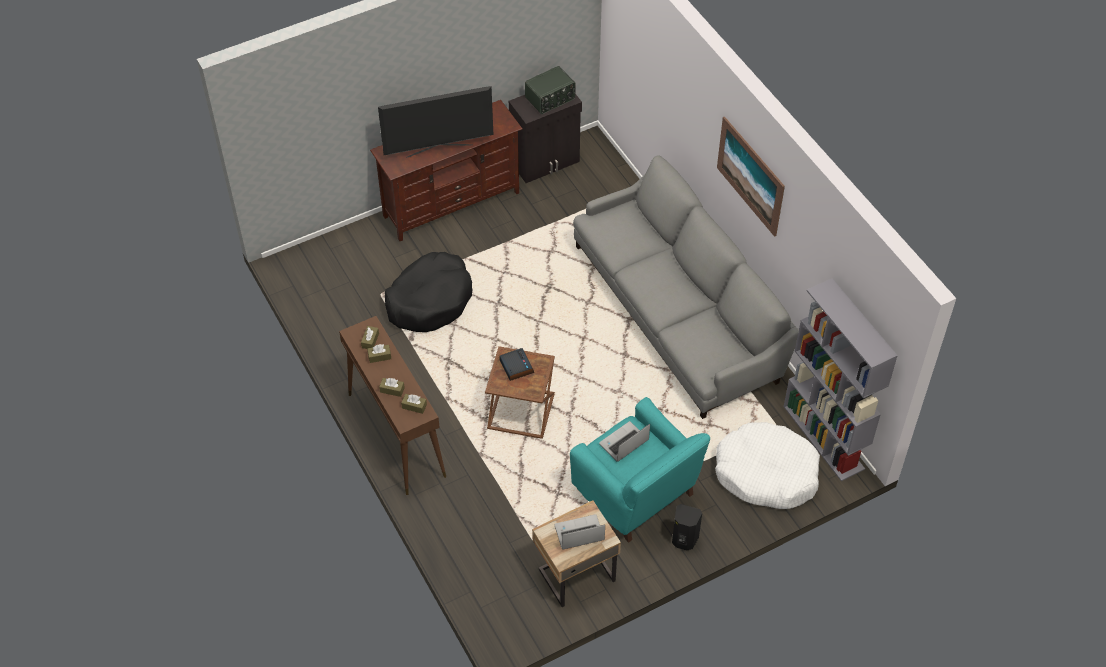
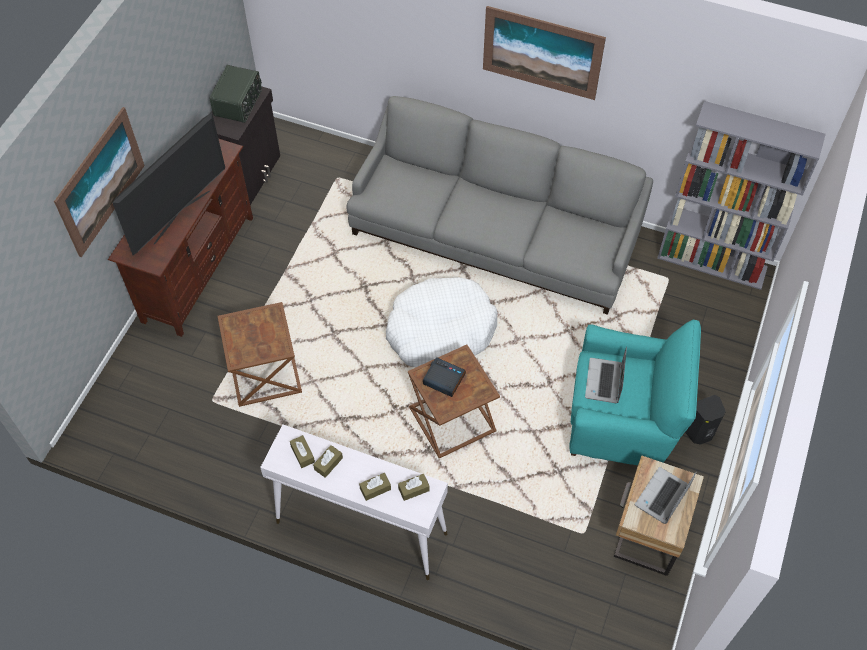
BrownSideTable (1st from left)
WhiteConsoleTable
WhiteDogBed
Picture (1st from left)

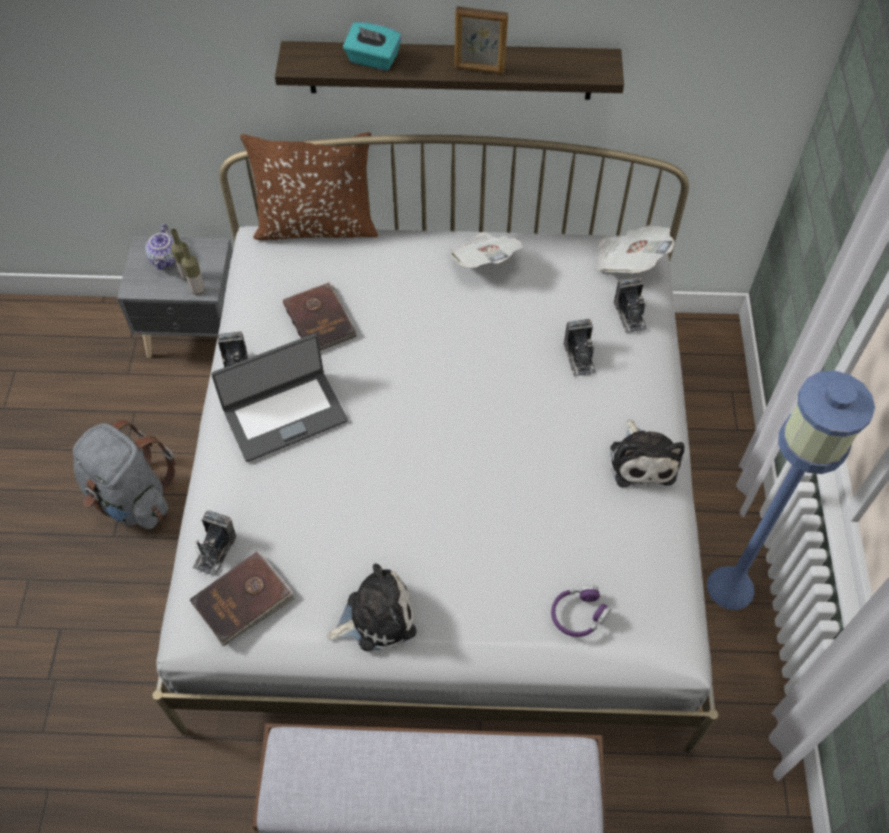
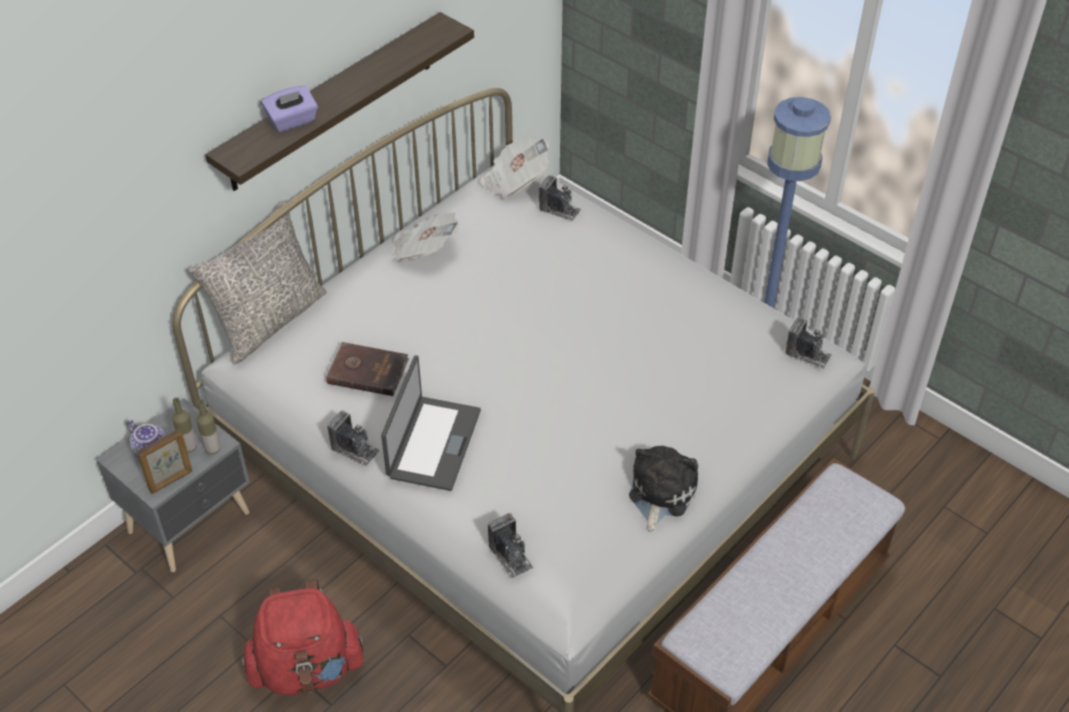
PictureFrame
PurpleTissueBox
GreyPillow
PhotoCamera (4th from left)
RedBackpack
PlushToy (2nd from left in the first image)
BrownBook (1st from left in the first image)
PurpleHeadphones

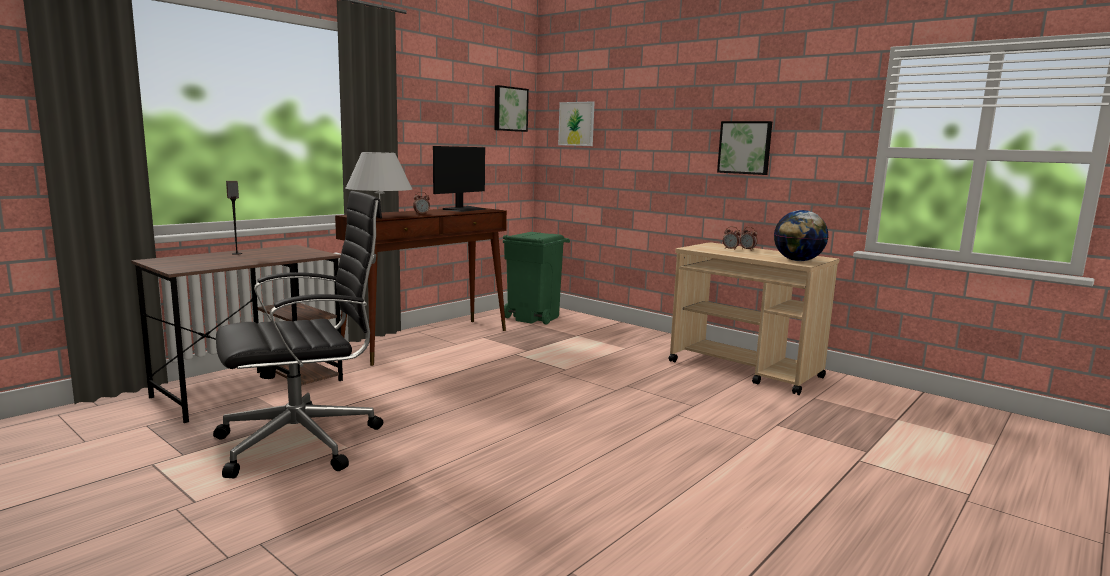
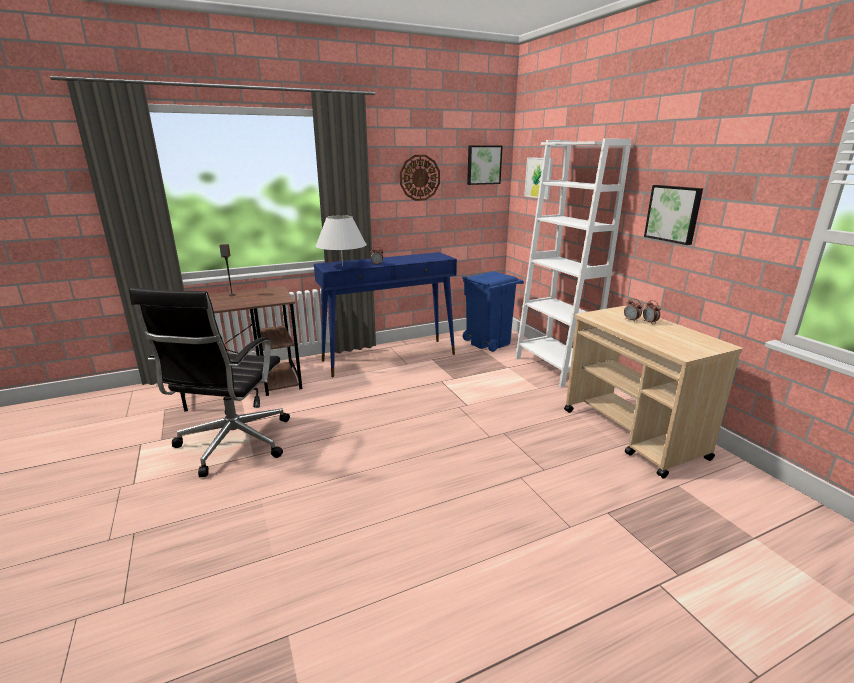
Monitor
BlackOfficeChair
BlueConsoleTable
Globe
BlueTrashCan
WhiteBookcase
WallClock

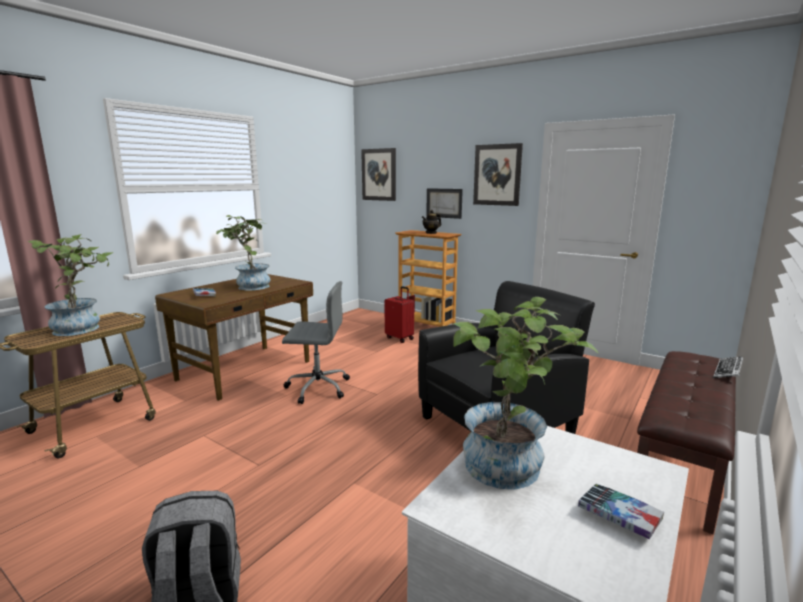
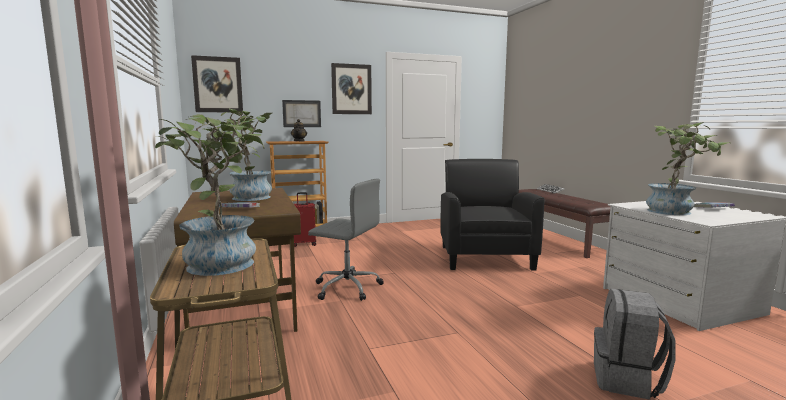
GreyOfficeChair

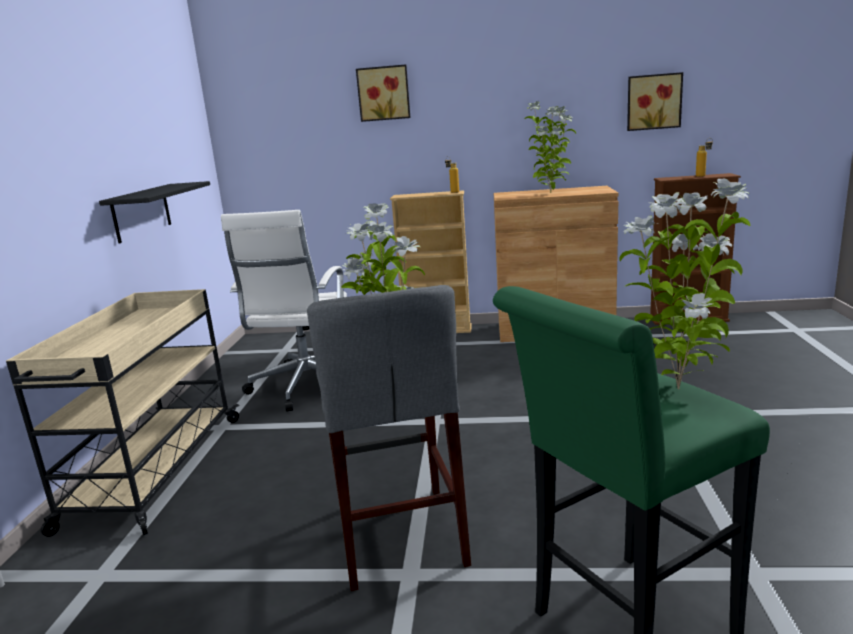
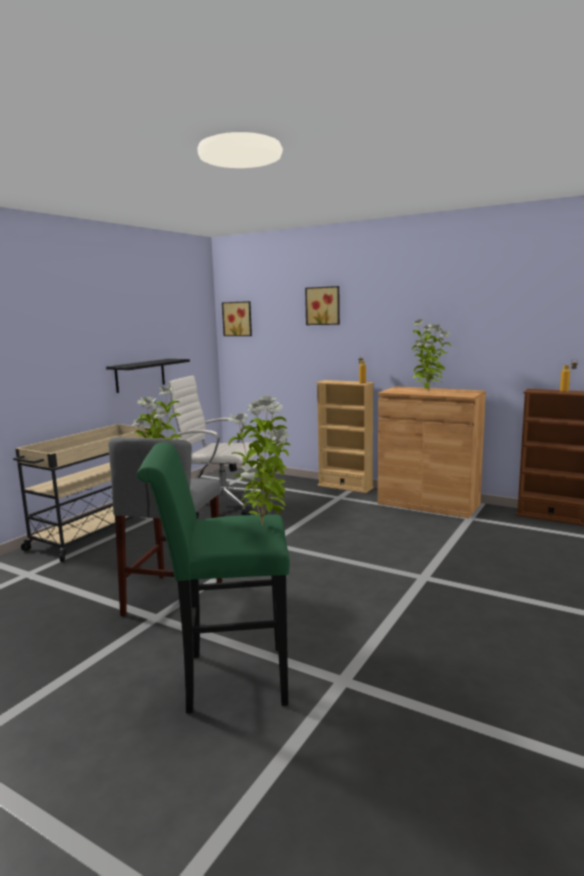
Picture (1st from left)
WhiteOfficeChair

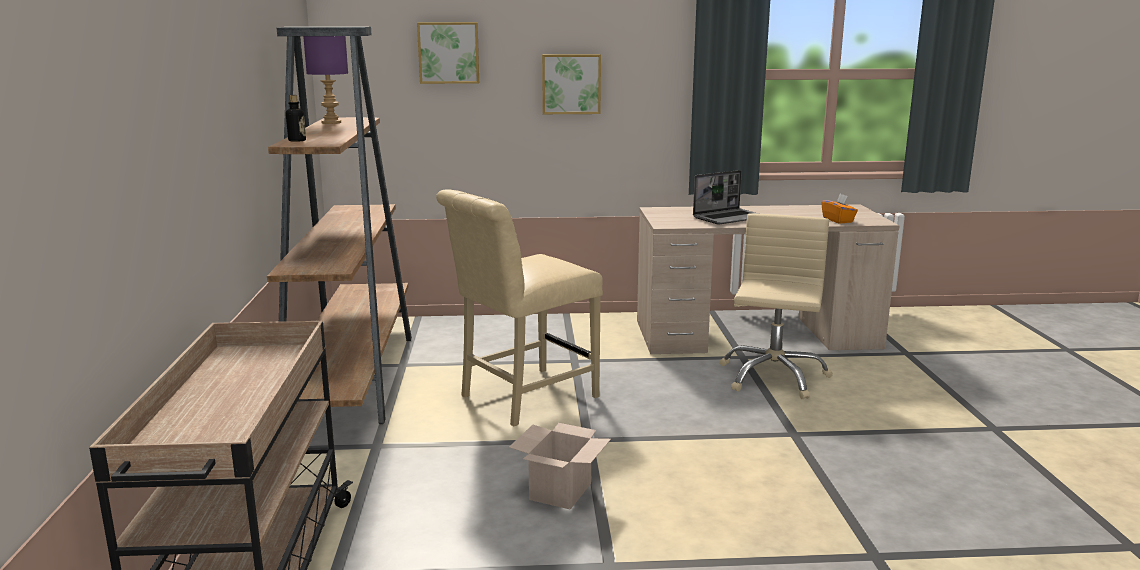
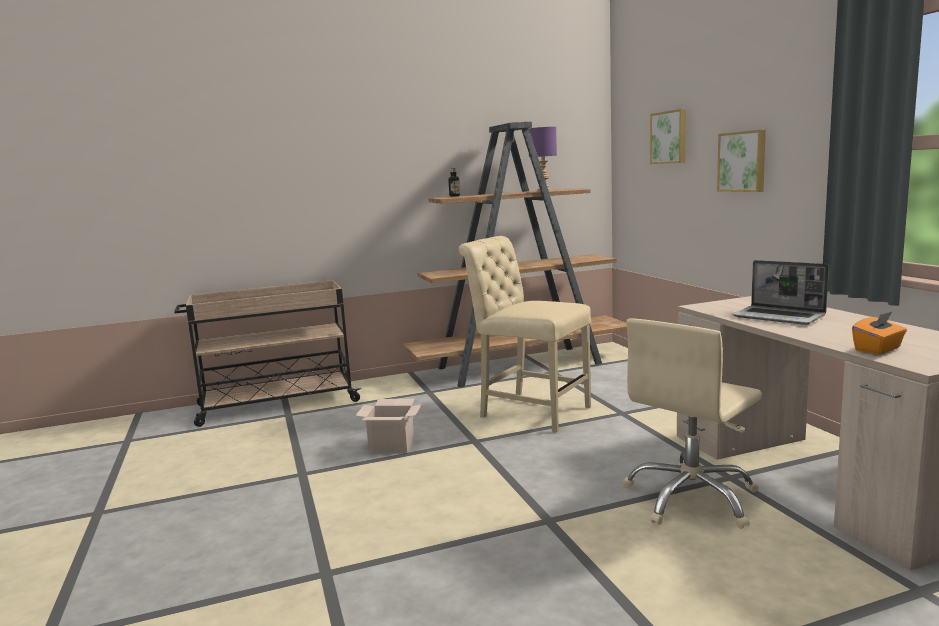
BeigeOfficeChair

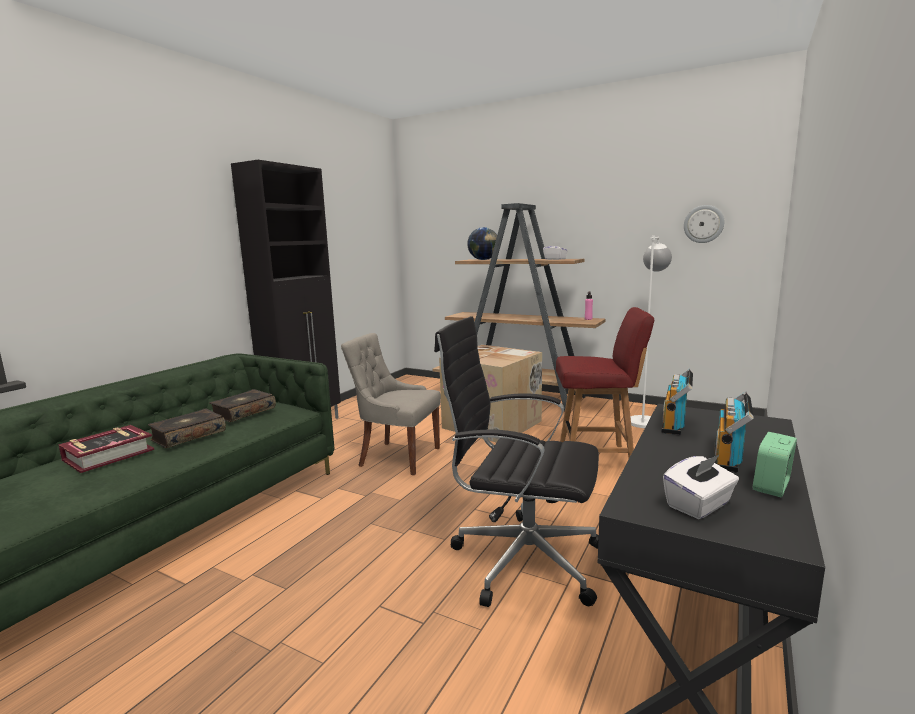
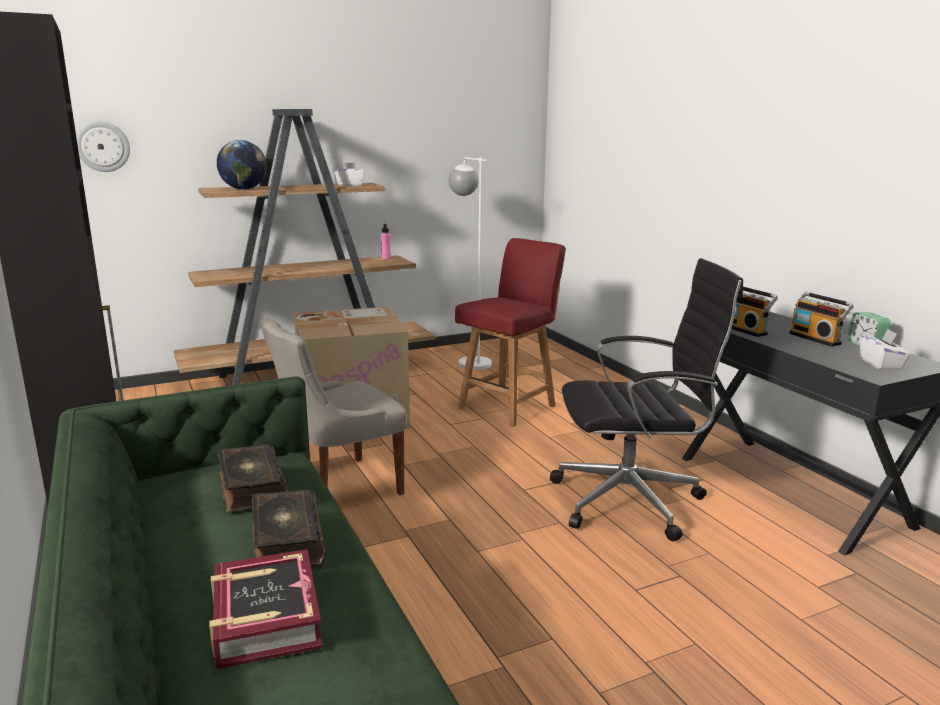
WallClock
BlackOfficeChair

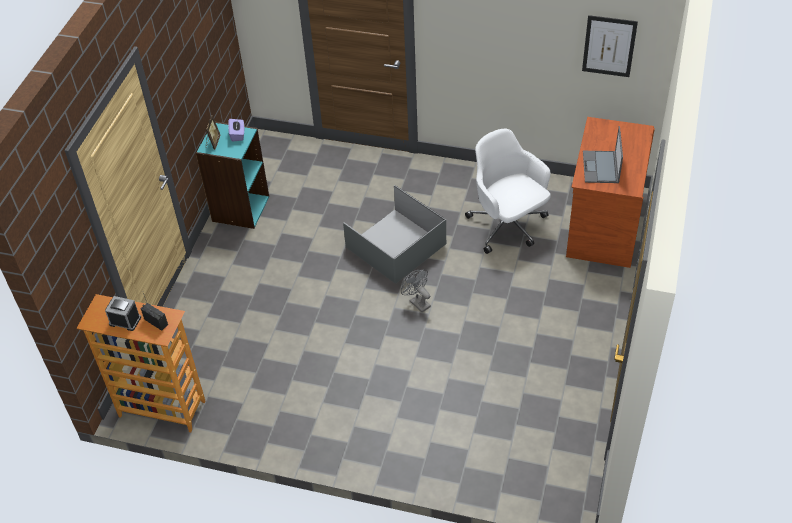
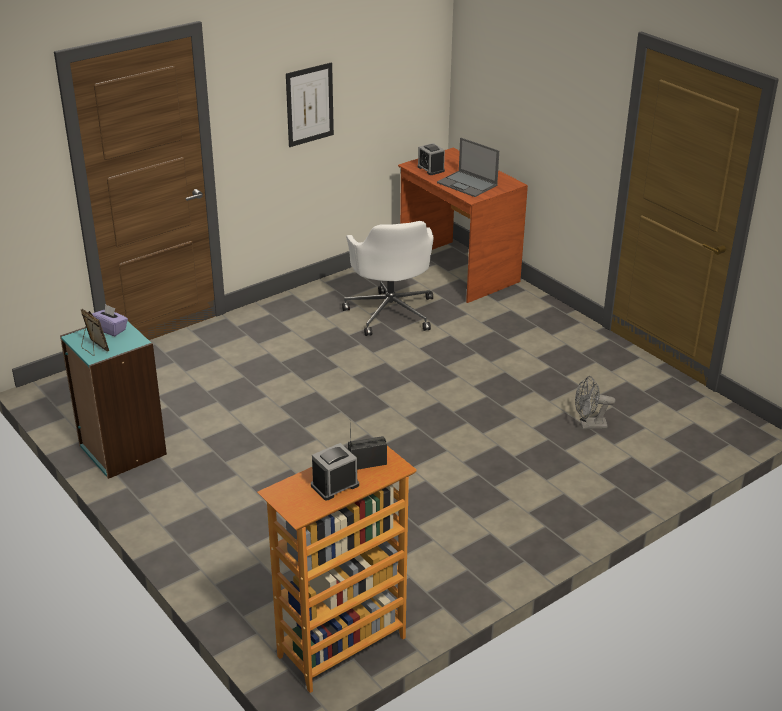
Picture
WhiteOfficeChair
GreyStorageBox
GreyFan
AlarmClock (2nd from left)

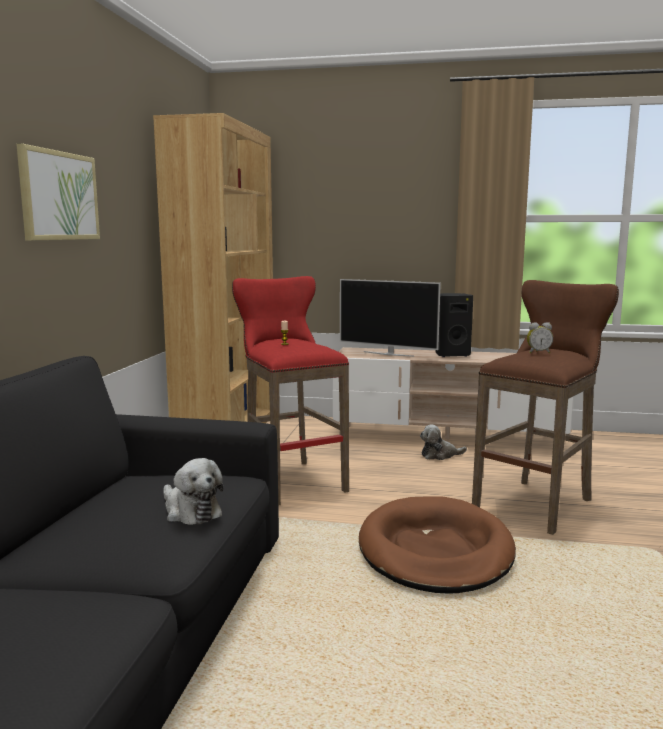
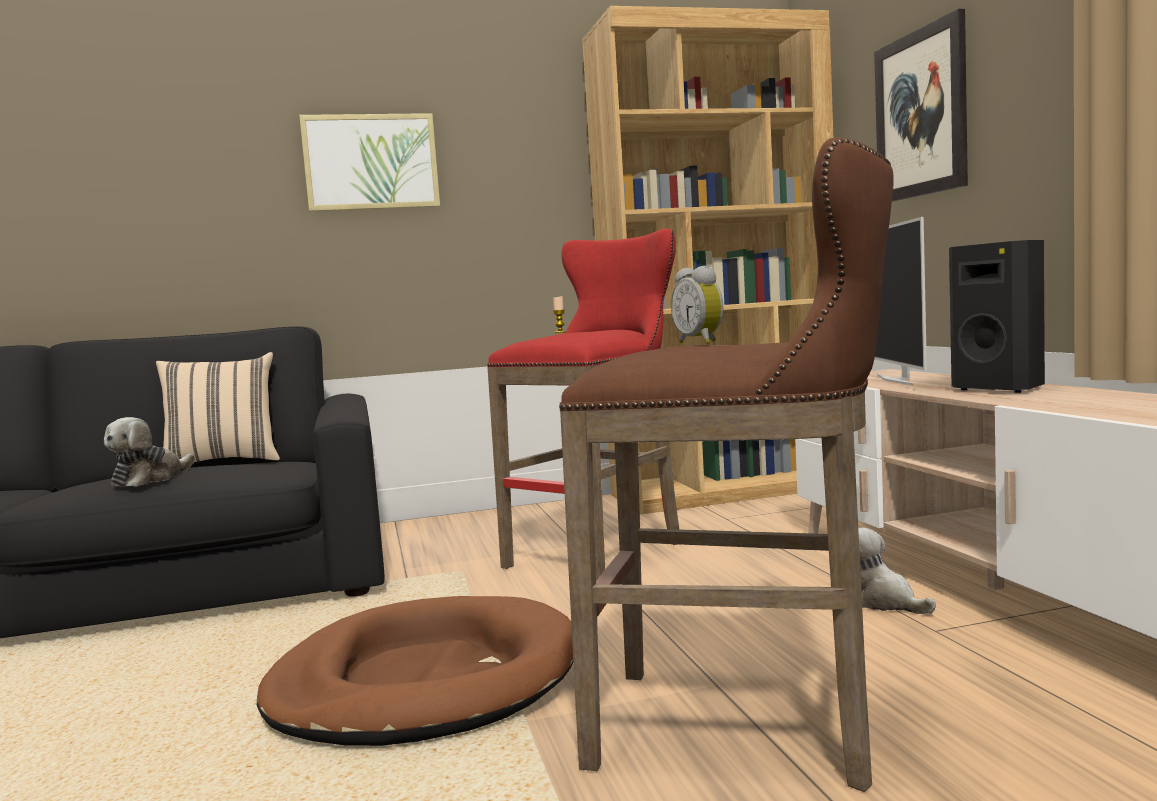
Picture (2nd from left)
BeigePillow

